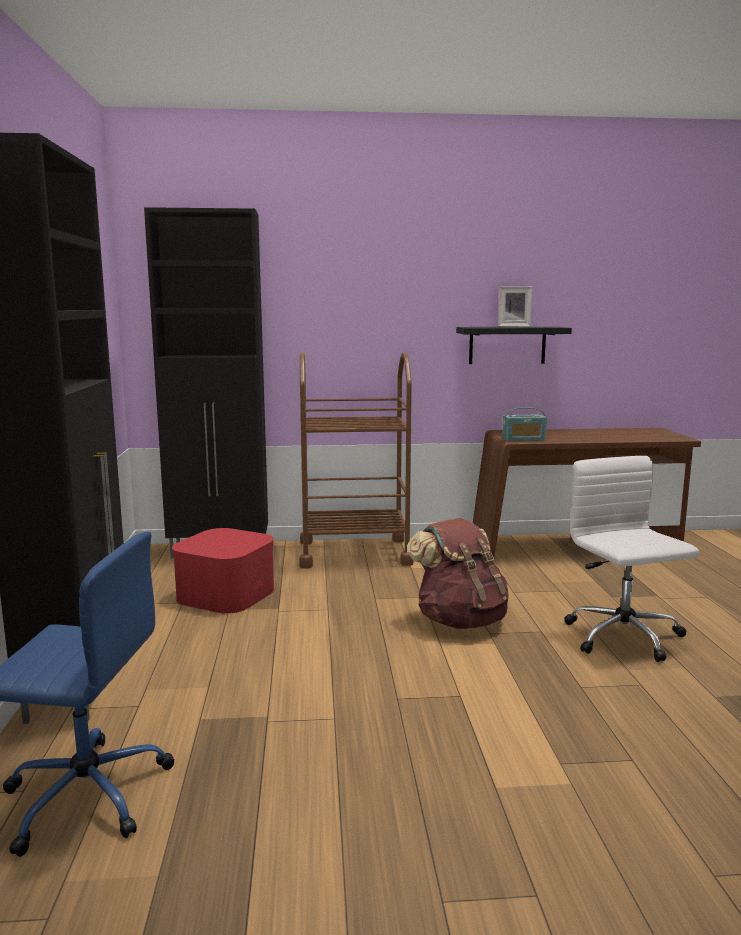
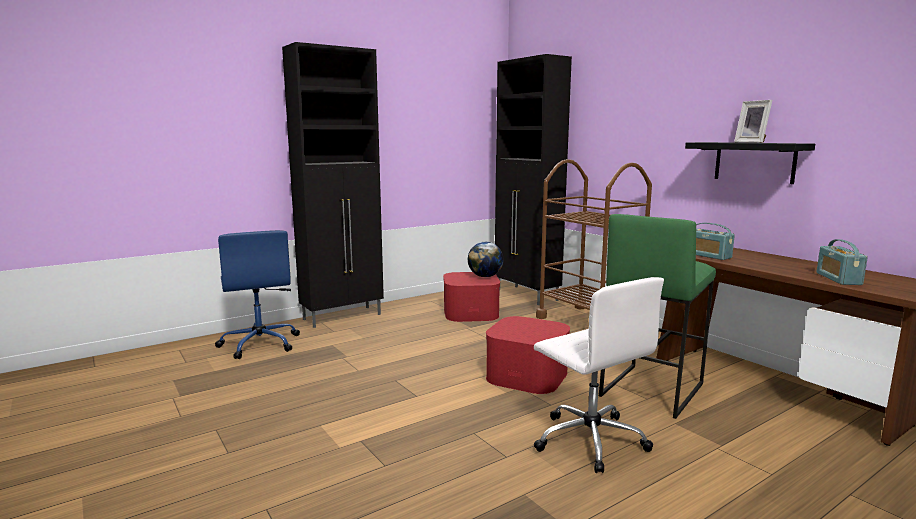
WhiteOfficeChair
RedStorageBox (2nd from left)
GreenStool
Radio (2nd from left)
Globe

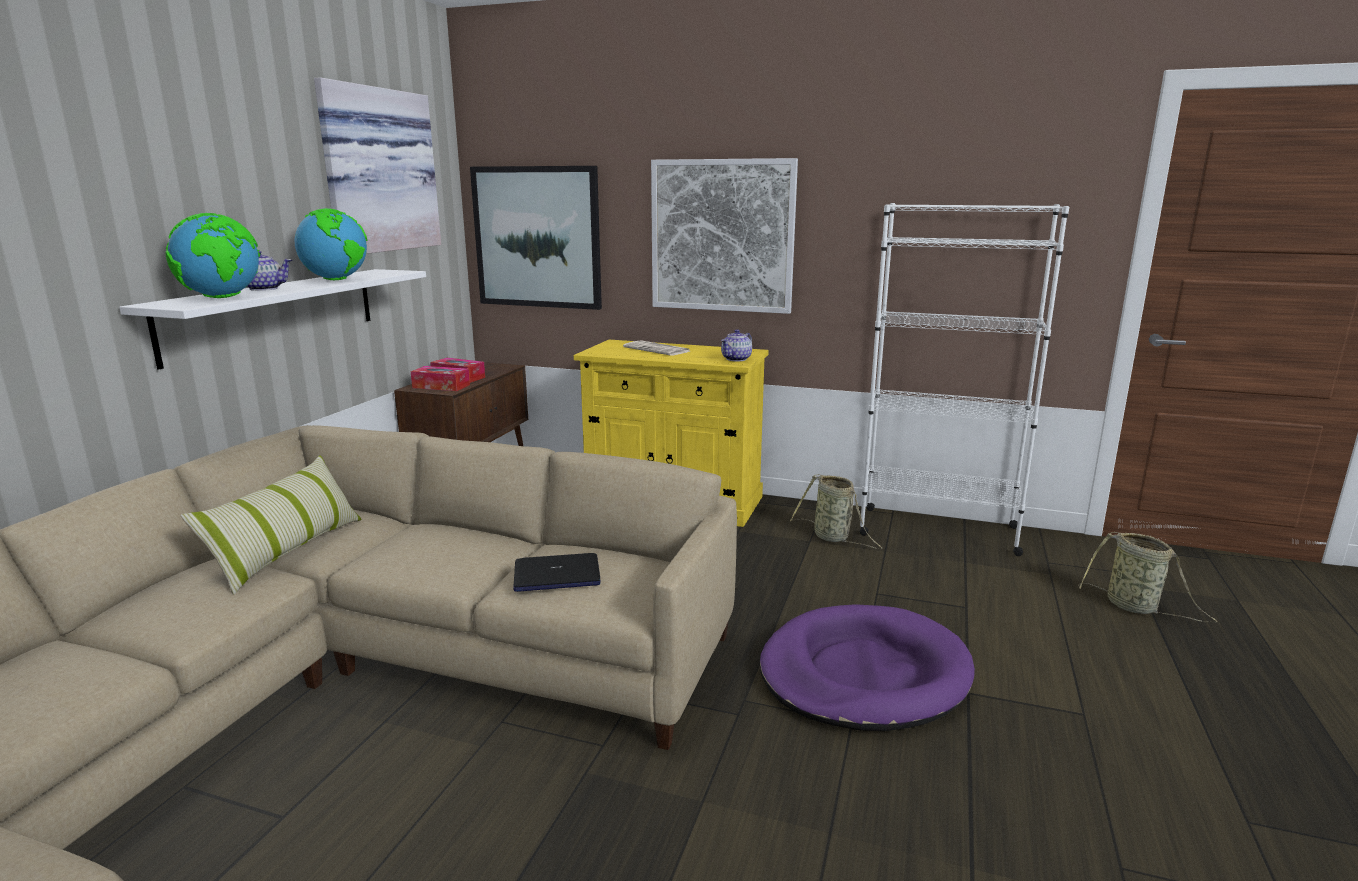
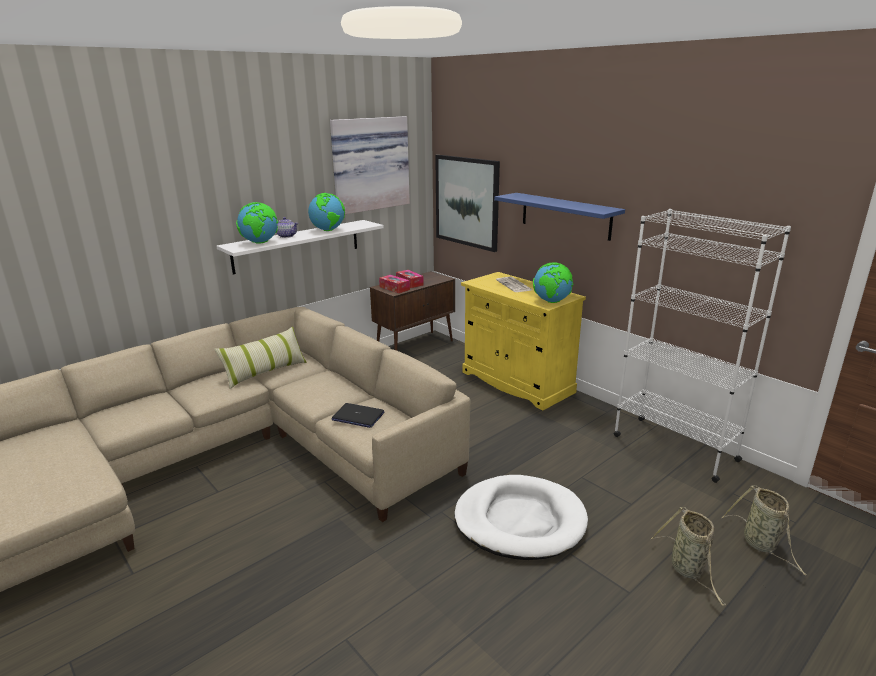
BlueShelf
Globe (3rd from left)
Basket (1st from left)
WhiteDogBed

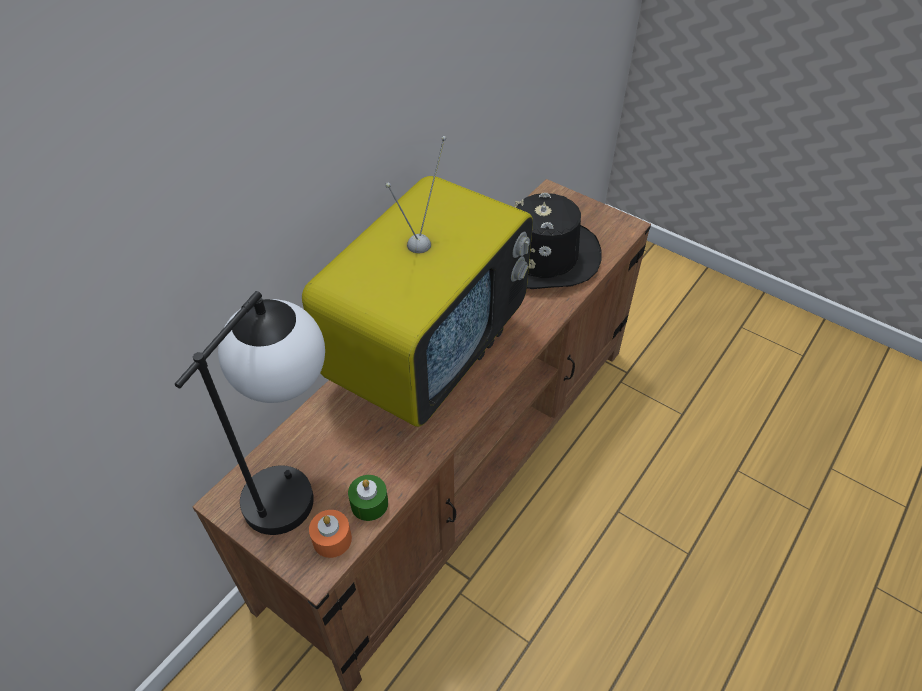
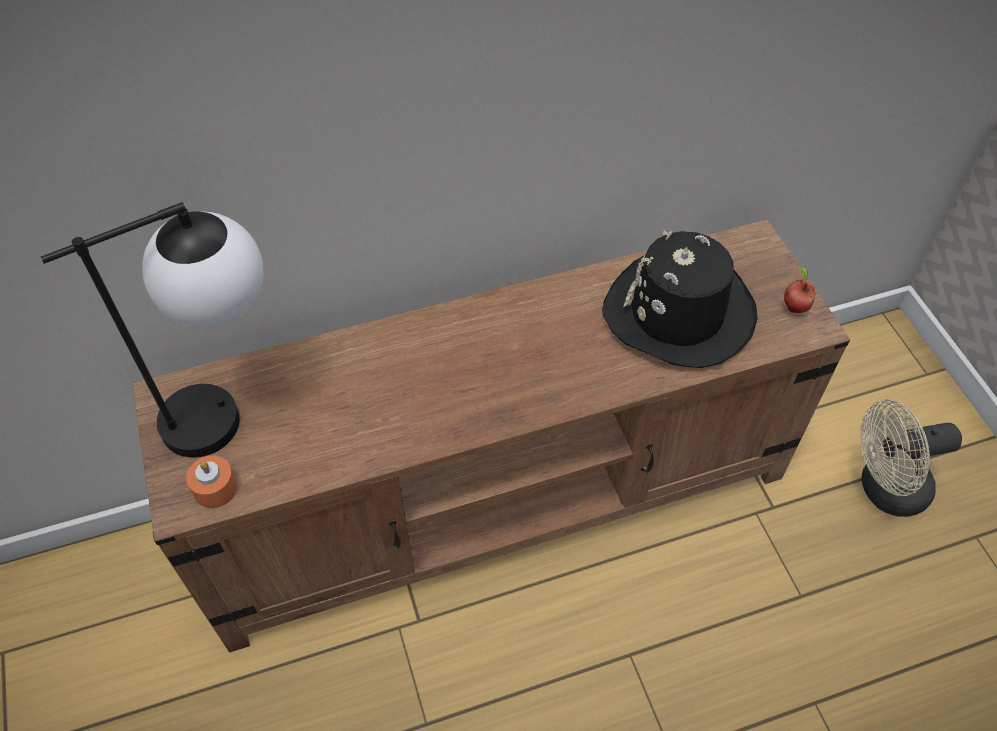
Television
GreenCandle
Apple
BeigeFan

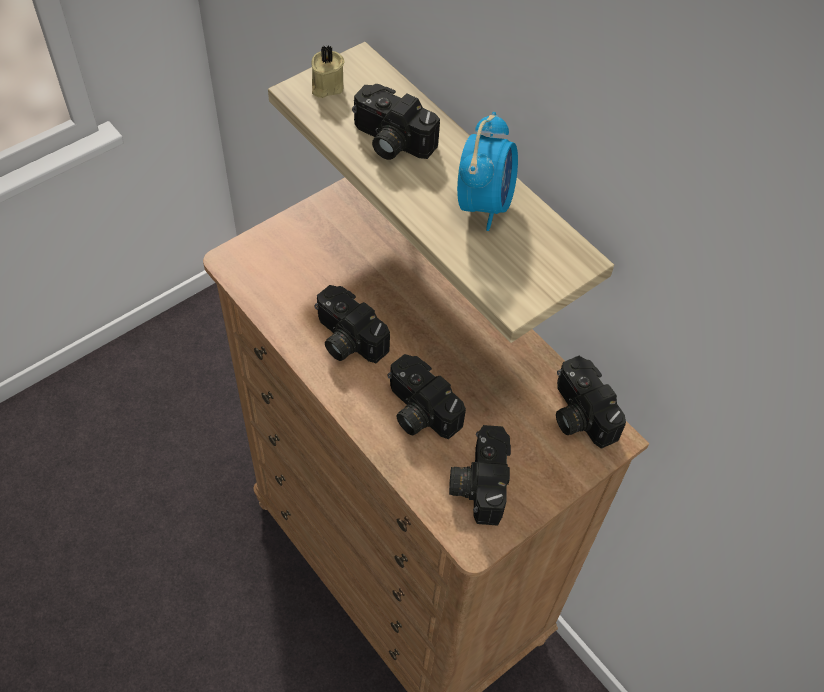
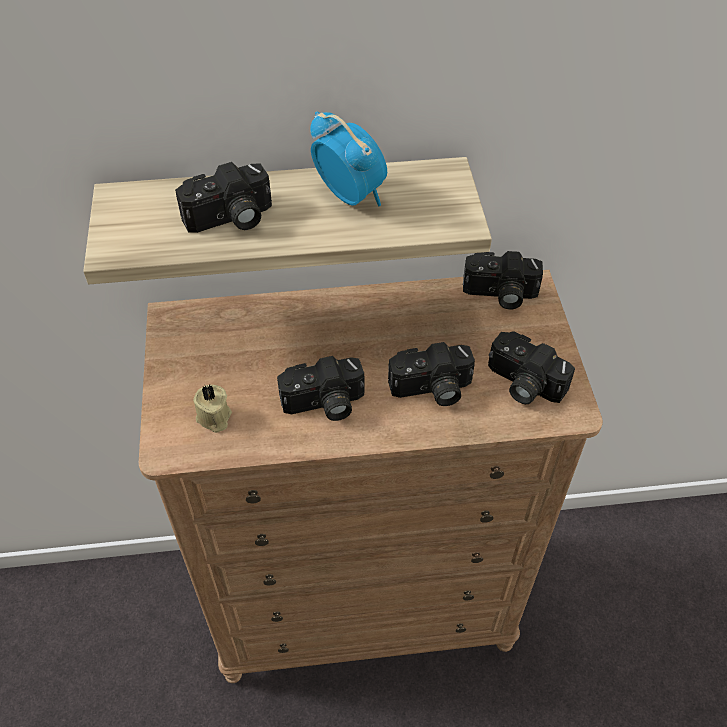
BeigeCandle

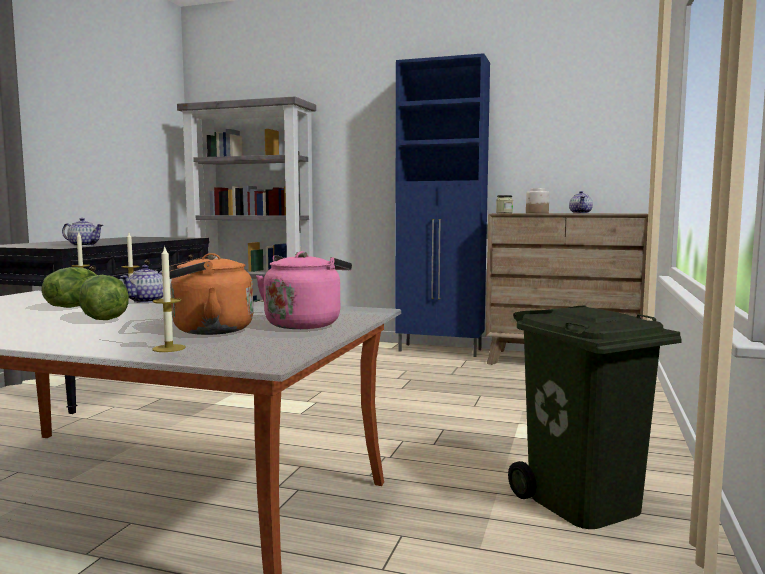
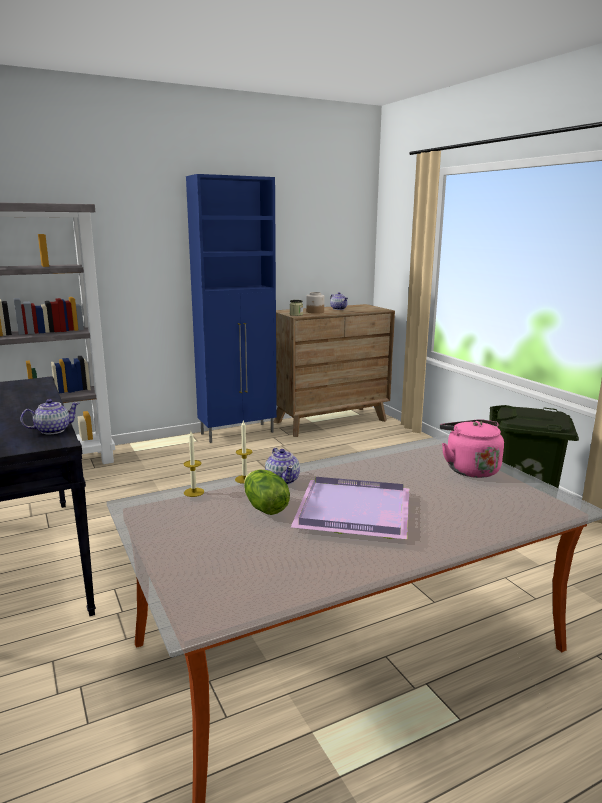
Candle (3rd from left in the first image)
OrangeKettle
PurpleTray

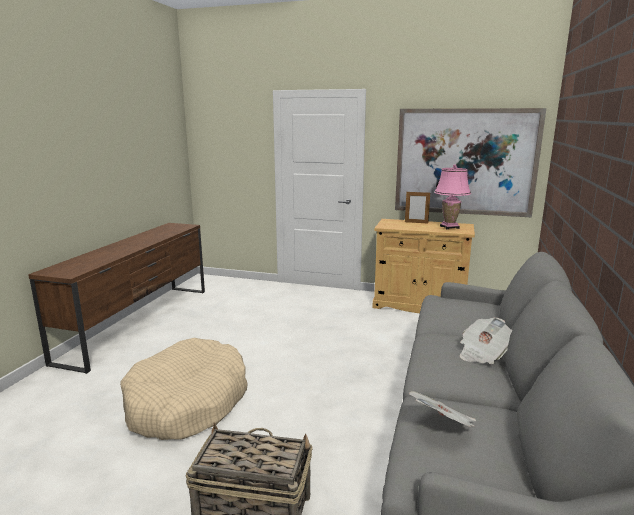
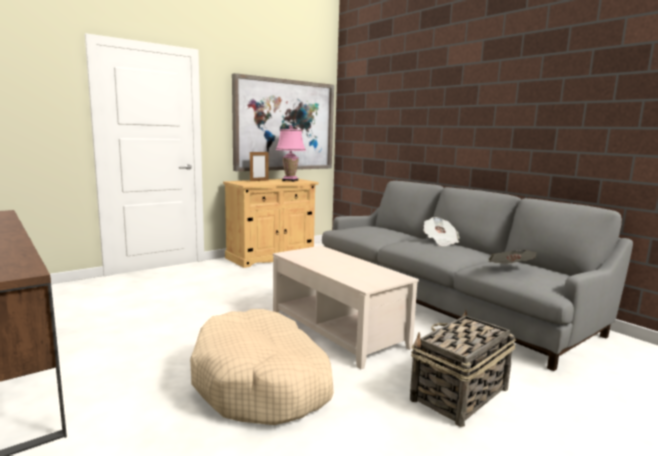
BeigeCoffeeTable

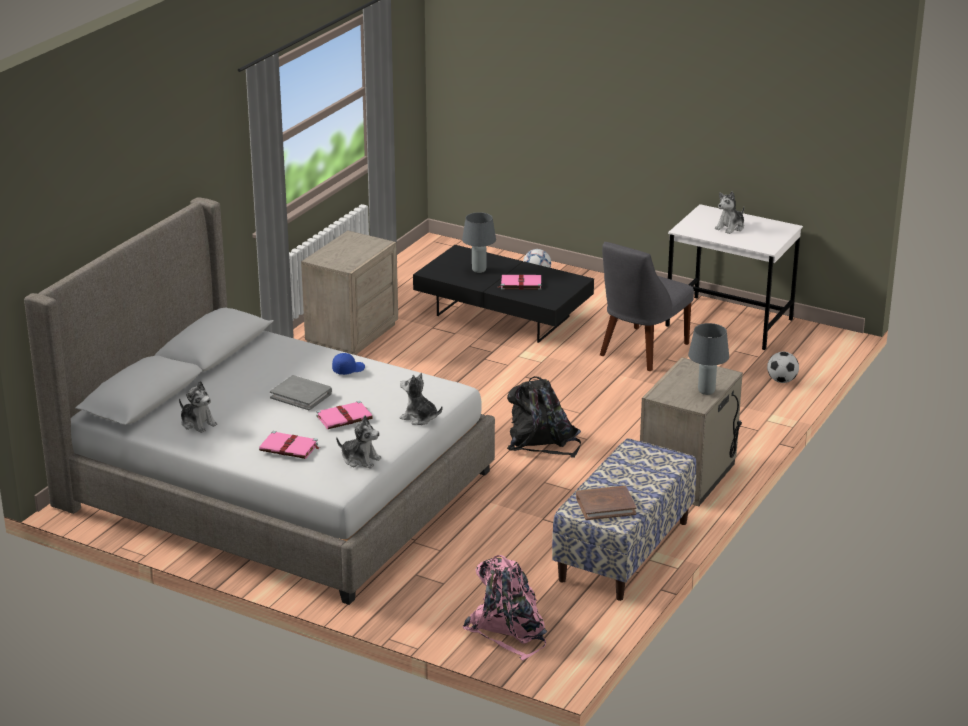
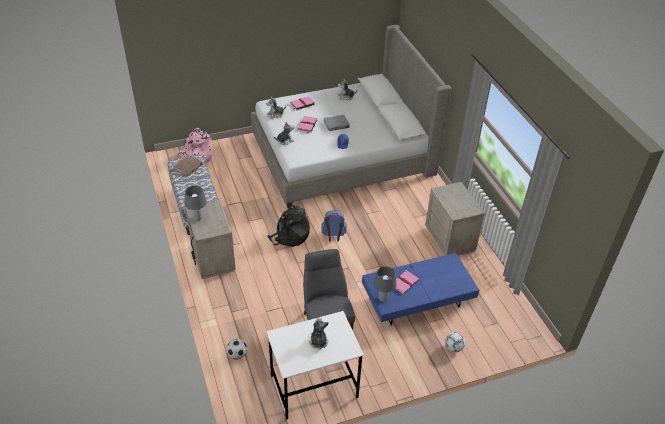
GreyTableLamp (2nd from left)
BlueCoffeeTable
BlueBackpack

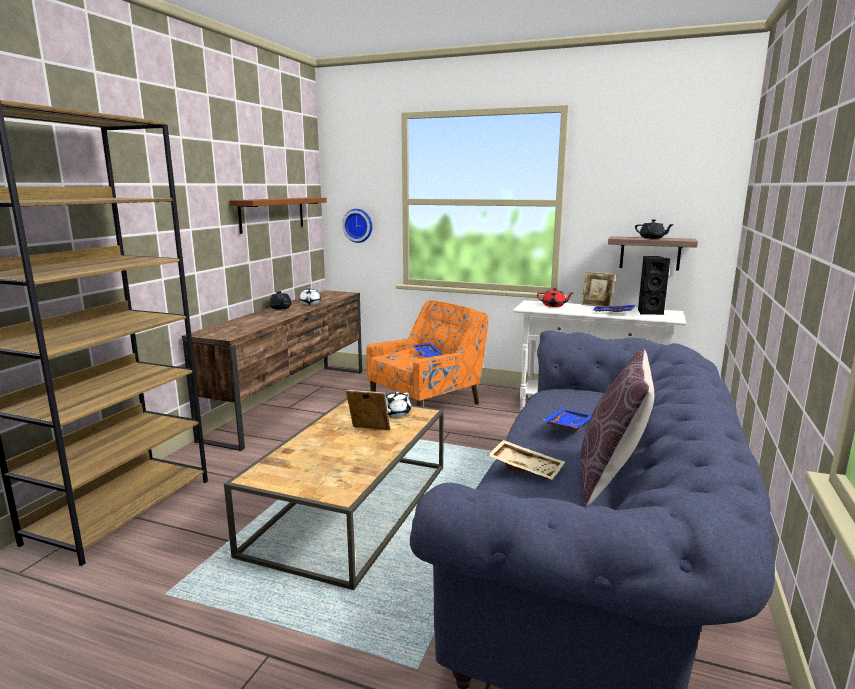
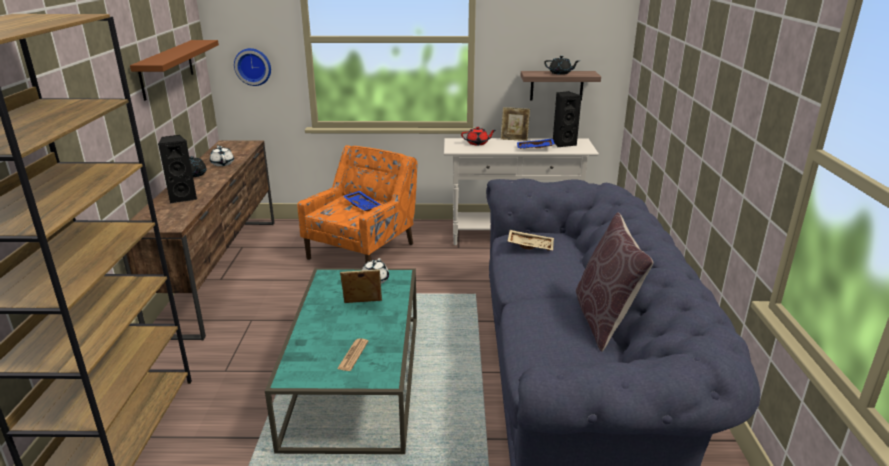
TurquoiseCoffeeTable
BlueTray (2nd from left in the first image)
BeigeTray
BlackSpeaker (1st from left)
Newspaper

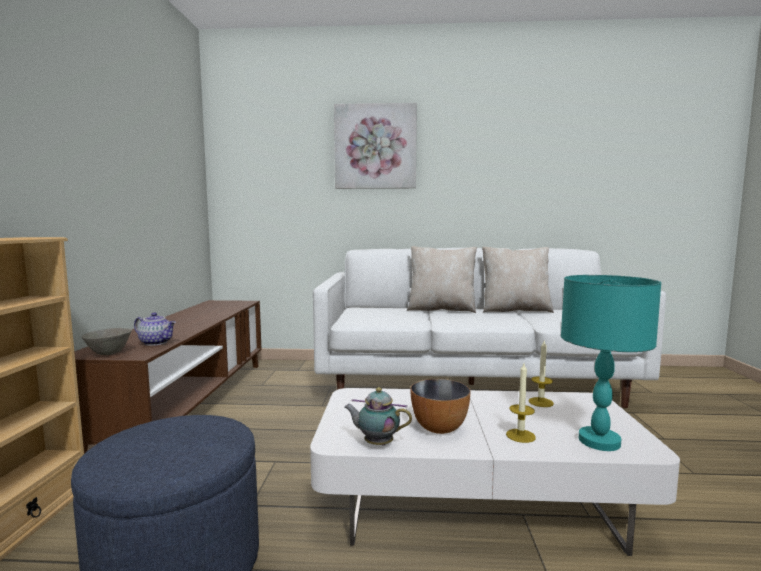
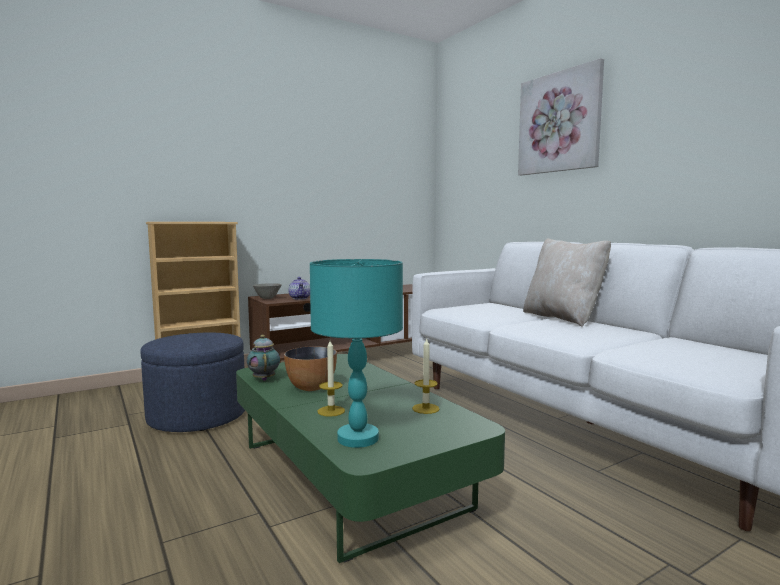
BeigePillow (2nd from left in the first image)
GreenCoffeeTable

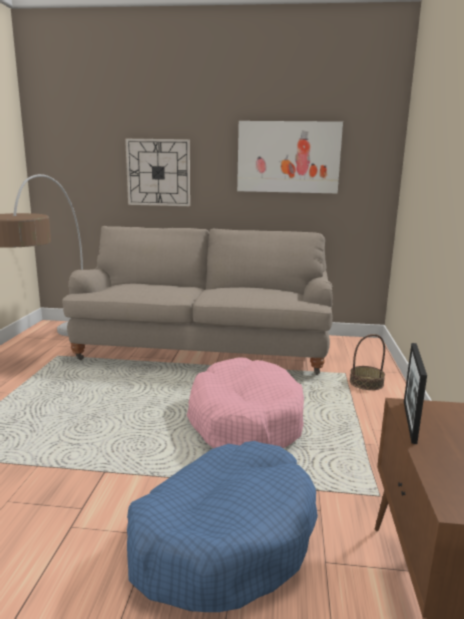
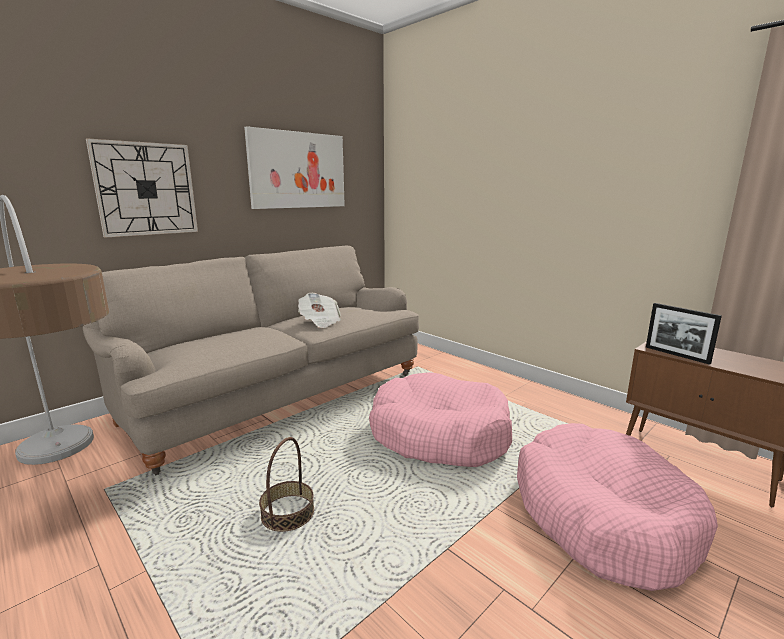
Basket
PinkDogBed (2nd from left)
Newspaper

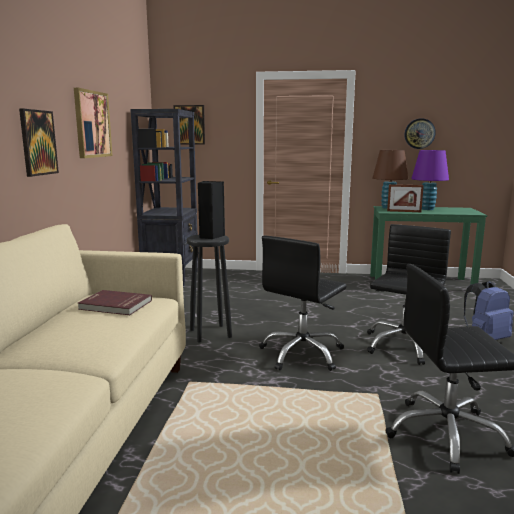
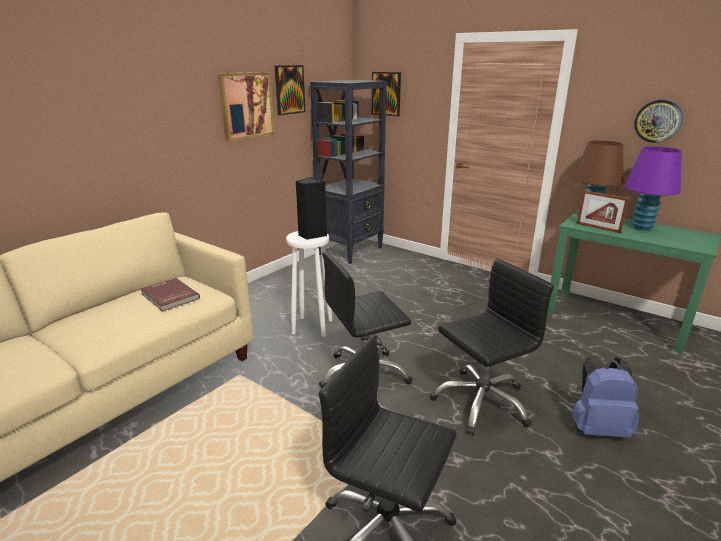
Picture (2nd from left)
WhiteStool

